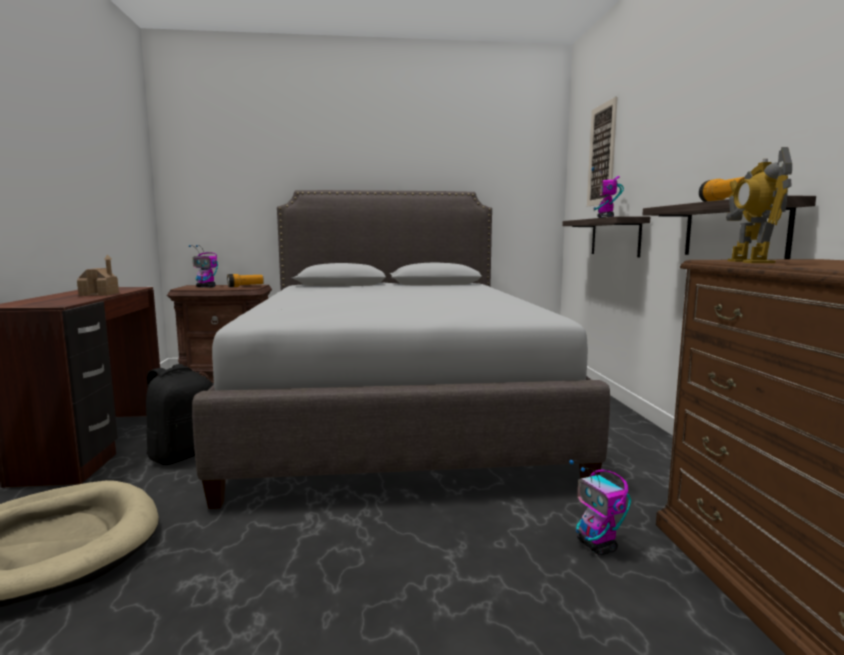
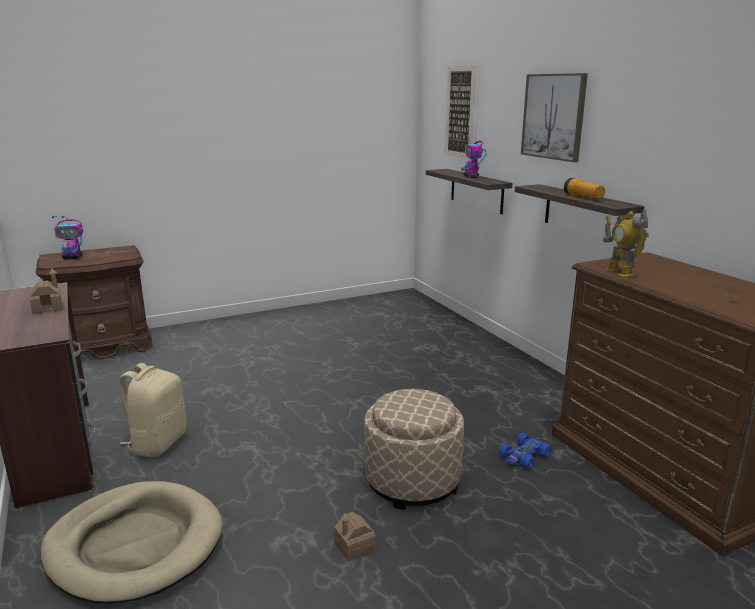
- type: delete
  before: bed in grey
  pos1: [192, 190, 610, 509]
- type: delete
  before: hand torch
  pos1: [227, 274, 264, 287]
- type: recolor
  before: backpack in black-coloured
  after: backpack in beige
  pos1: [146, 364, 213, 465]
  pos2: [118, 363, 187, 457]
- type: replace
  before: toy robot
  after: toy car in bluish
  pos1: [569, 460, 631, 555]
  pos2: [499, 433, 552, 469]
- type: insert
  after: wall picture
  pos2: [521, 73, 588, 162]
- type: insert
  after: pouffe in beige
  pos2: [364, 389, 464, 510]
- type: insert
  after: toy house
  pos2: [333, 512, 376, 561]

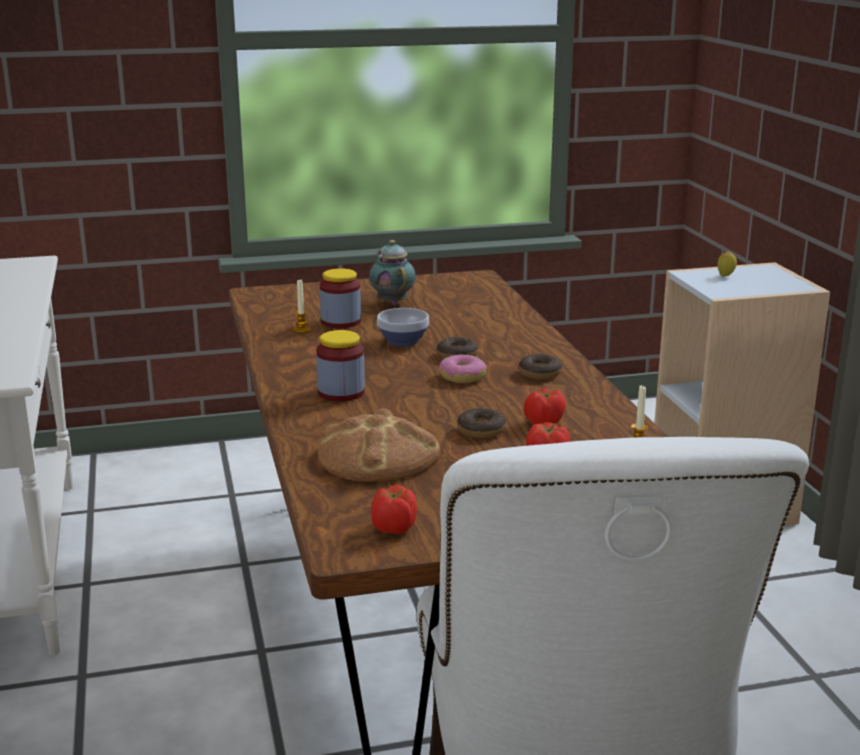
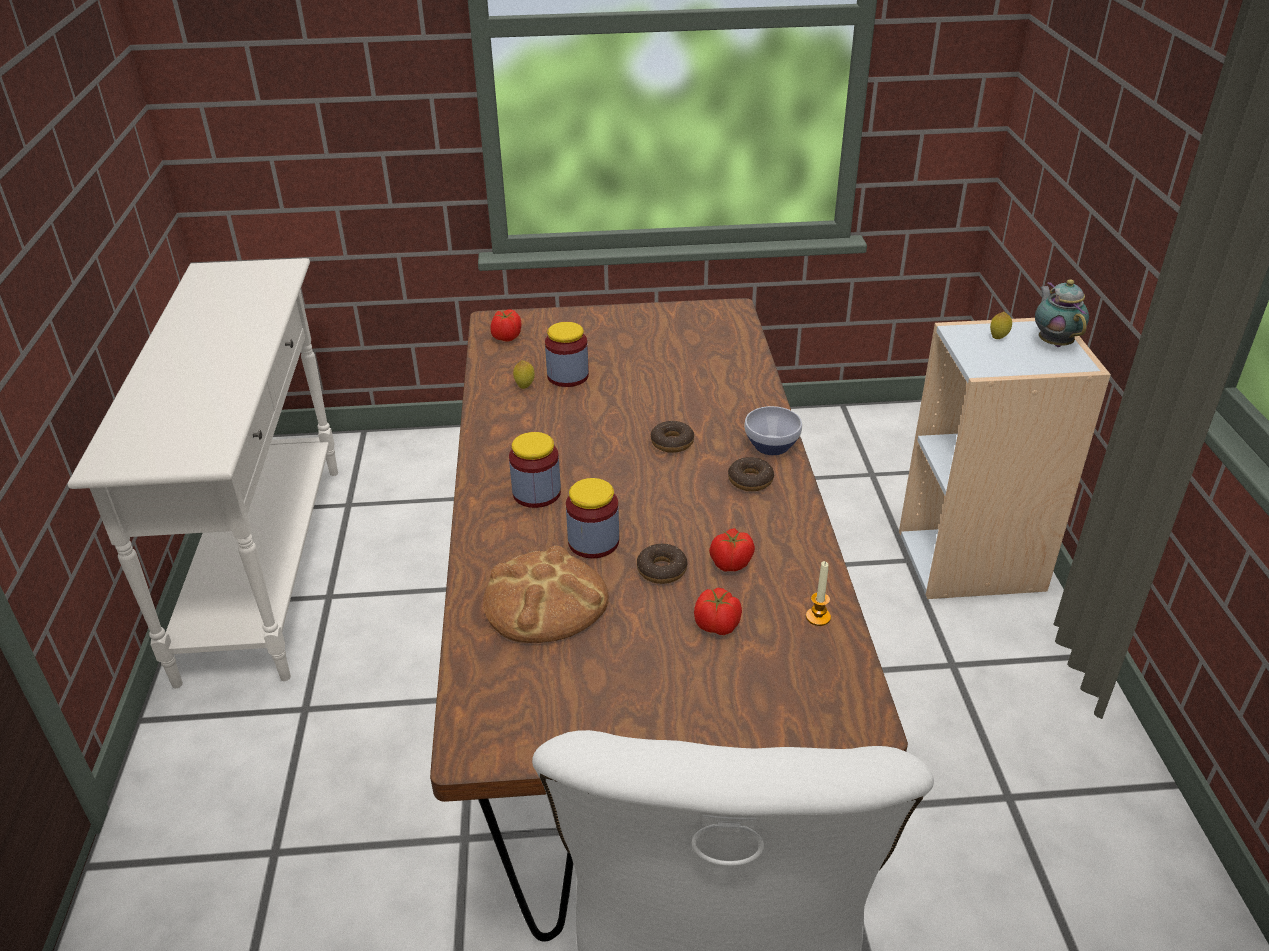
- type: move
  before: pot for tea
  pos1: [369, 240, 416, 305]
  pos2: [1035, 279, 1089, 347]
- type: replace
  before: wax candle
  after: whole lemon
  pos1: [293, 278, 311, 333]
  pos2: [513, 360, 535, 389]
- type: move
  before: deep dish
  pos1: [377, 308, 429, 346]
  pos2: [744, 406, 802, 455]
- type: delete
  before: ring doughnut
  pos1: [439, 355, 487, 383]
- type: move
  before: fresh tomato
  pos1: [371, 485, 417, 534]
  pos2: [490, 310, 522, 342]
- type: insert
  after: jar
  pos2: [566, 478, 619, 558]

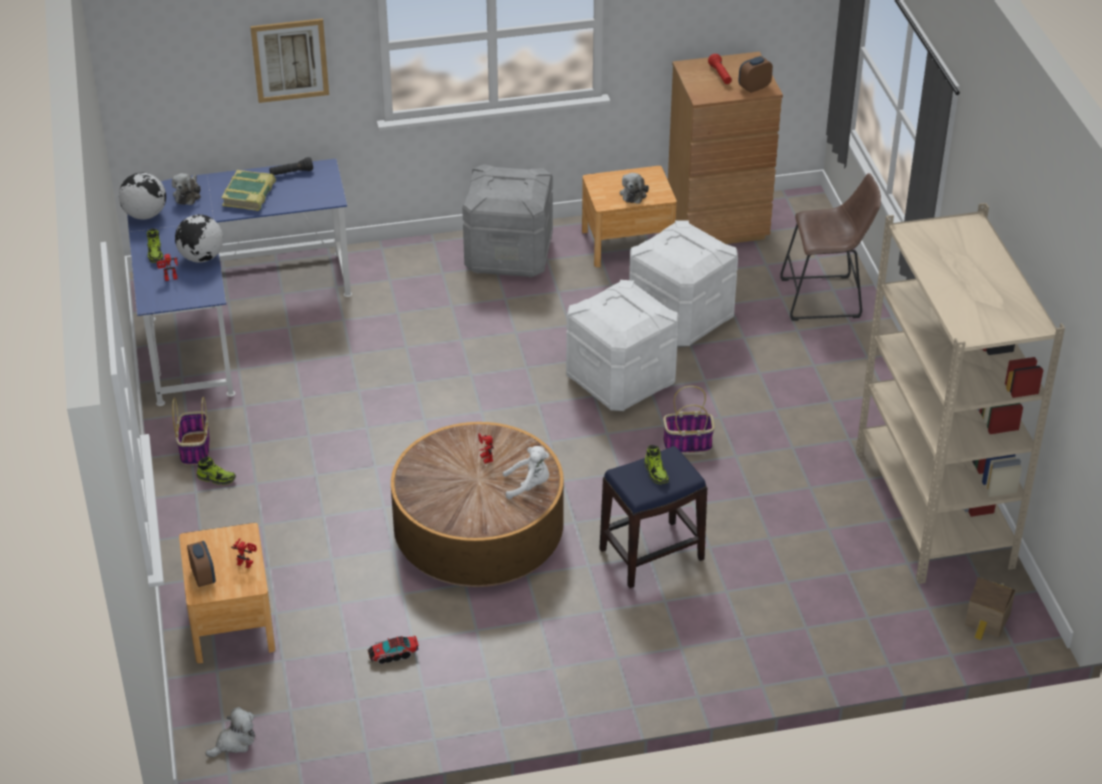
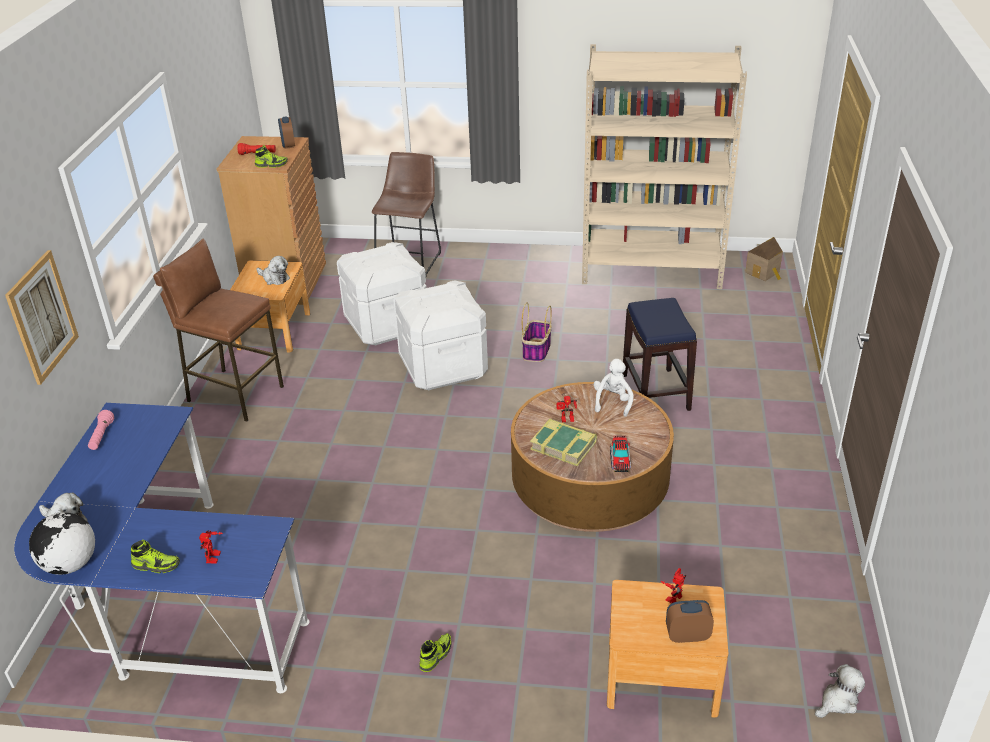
- type: recolor
  before: hand torch in black-coloured
  after: hand torch in pinkish
  pos1: [269, 157, 313, 175]
  pos2: [88, 410, 114, 450]
- type: replace
  before: storage box in grey
  after: stool seat in brownish
  pos1: [462, 164, 553, 278]
  pos2: [153, 239, 284, 422]
- type: move
  before: book
  pos1: [221, 170, 276, 211]
  pos2: [530, 419, 597, 466]
- type: delete
  before: world globe
  pos1: [175, 215, 223, 263]
- type: delete
  before: basket
  pos1: [172, 397, 210, 465]
- type: move
  before: low shoe
  pos1: [644, 445, 669, 484]
  pos2: [255, 145, 288, 168]
- type: move
  before: toy truck
  pos1: [367, 636, 419, 664]
  pos2: [610, 436, 631, 472]
- type: rotate
  before: cuddly toy
  pos1: [205, 707, 255, 757]
  pos2: [815, 664, 865, 718]
  turn: 75

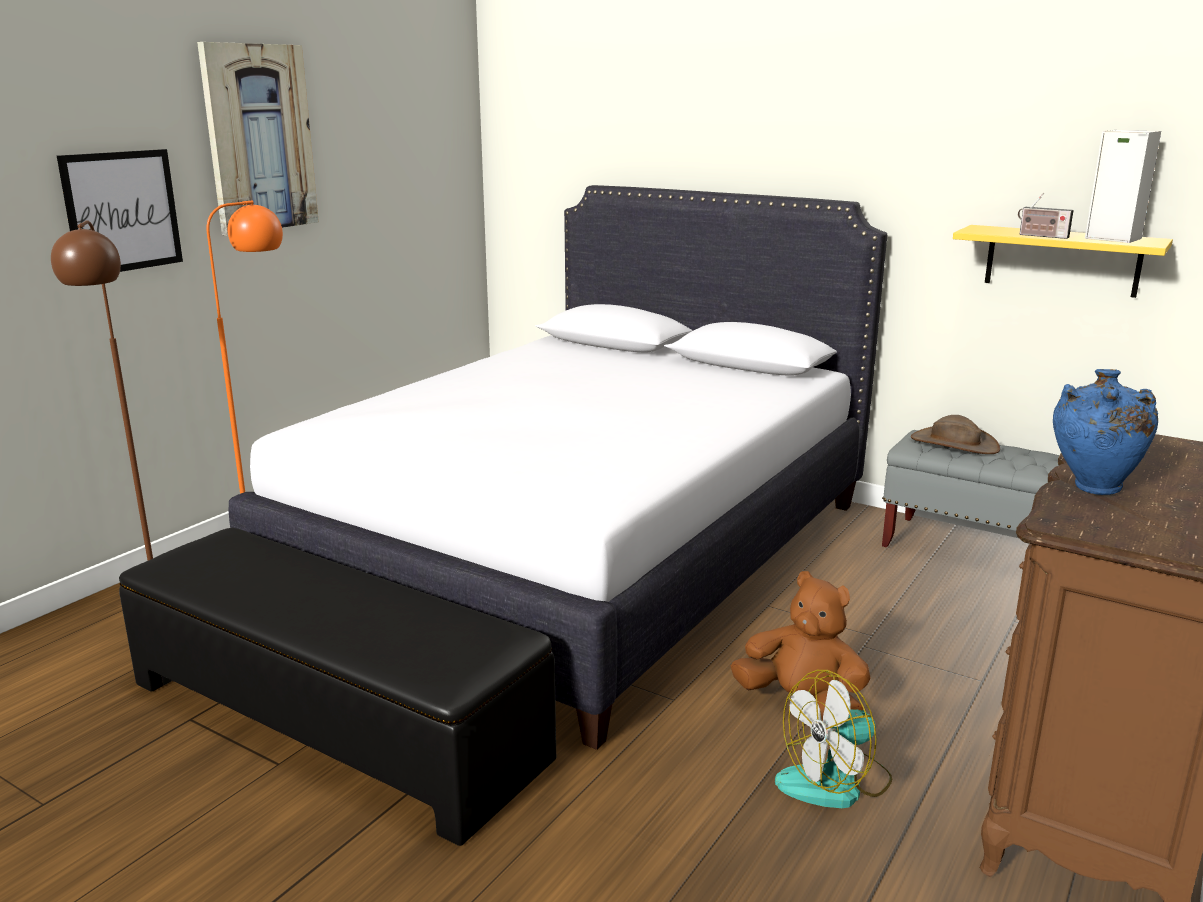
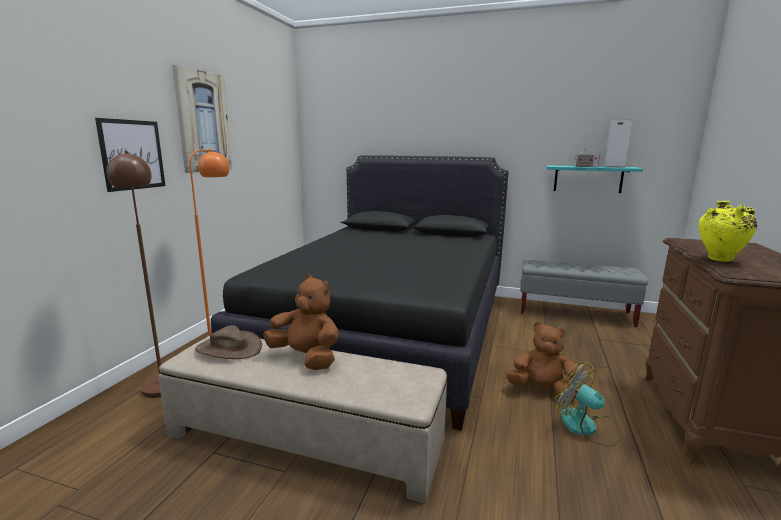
- type: recolor
  before: bed in whitish
  after: bed in black-coloured
  pos1: [229, 185, 887, 750]
  pos2: [211, 155, 509, 431]
- type: recolor
  before: bracket shelf in yellow
  after: bracket shelf in blue-green
  pos1: [953, 225, 1173, 298]
  pos2: [546, 165, 643, 193]
- type: recolor
  before: decorative vase in bluish
  after: decorative vase in yellow
  pos1: [1053, 369, 1158, 495]
  pos2: [699, 201, 757, 262]
- type: move
  before: clothing hat in brownish
  pos1: [911, 415, 1000, 454]
  pos2: [195, 325, 262, 359]
- type: recolor
  before: indoor bench in black-coloured
  after: indoor bench in beige
  pos1: [119, 528, 556, 846]
  pos2: [159, 336, 447, 503]
- type: rotate
  before: electric fan
  pos1: [775, 670, 892, 808]
  pos2: [554, 361, 622, 447]
  turn: 90
- type: insert
  after: cuddly toy in brownish
  pos2: [263, 274, 339, 370]

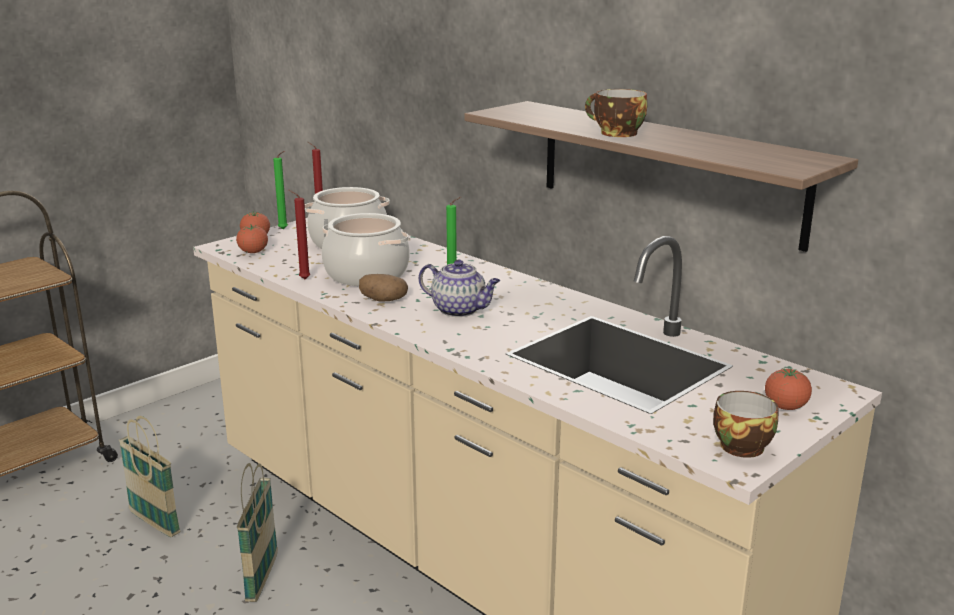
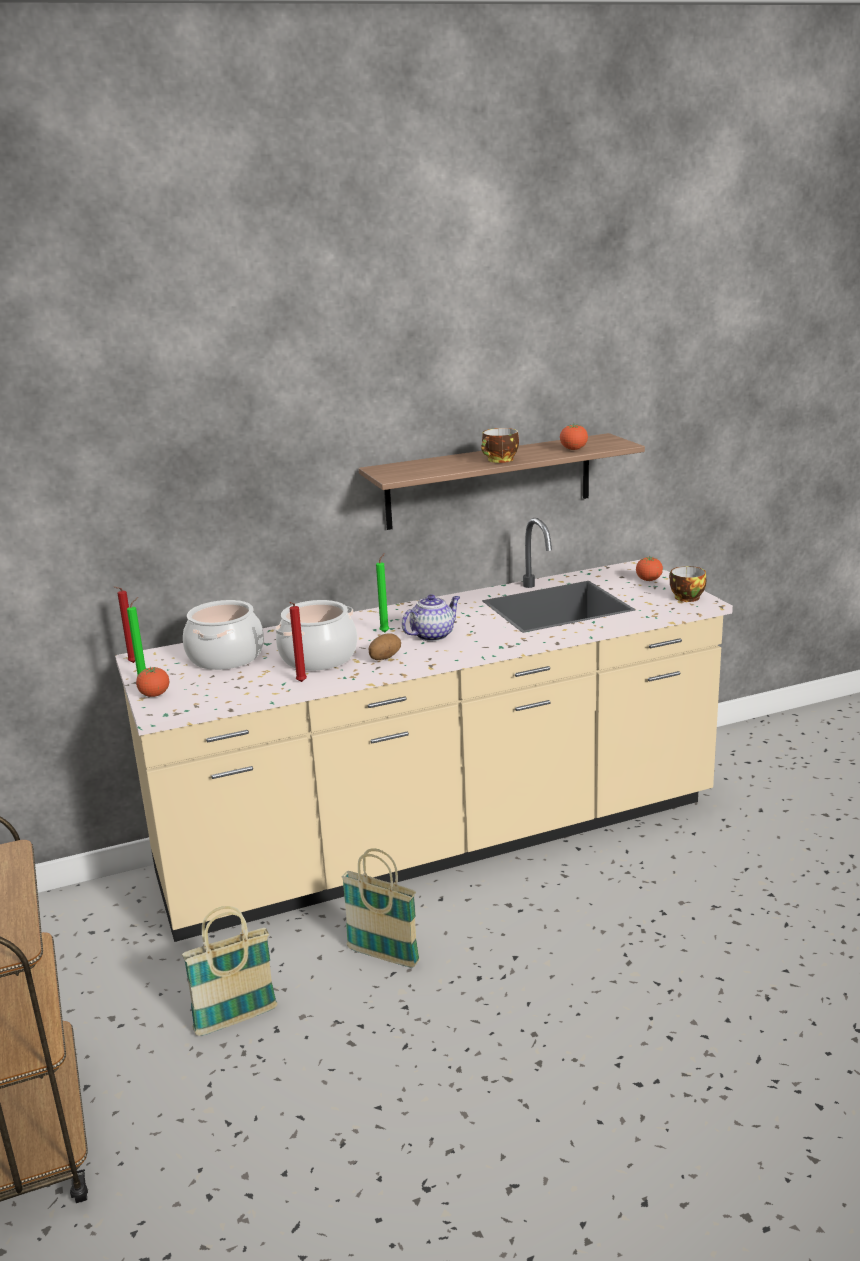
- type: move
  before: fresh tomato
  pos1: [236, 225, 268, 253]
  pos2: [560, 424, 588, 450]

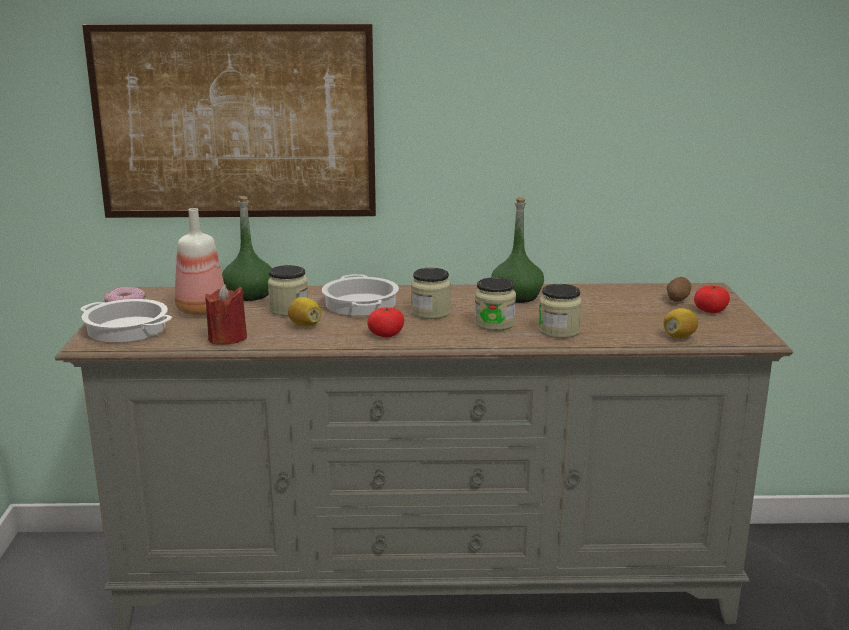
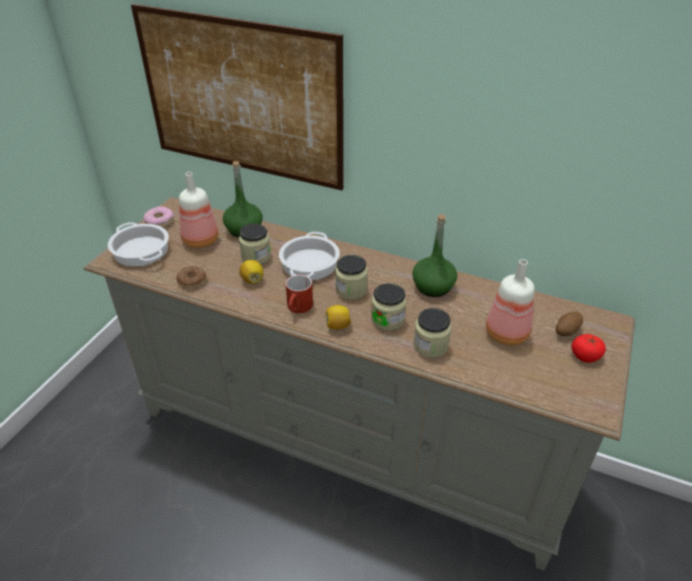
- type: replace
  before: wax candle in reddish
  after: ring doughnut
  pos1: [205, 284, 247, 345]
  pos2: [176, 266, 207, 288]
- type: replace
  before: fresh tomato
  after: mug in reddish
  pos1: [368, 307, 404, 337]
  pos2: [286, 275, 313, 313]
- type: move
  before: whole lemon
  pos1: [664, 308, 698, 338]
  pos2: [326, 305, 352, 329]
- type: insert
  after: beverage bottle
  pos2: [486, 259, 535, 345]

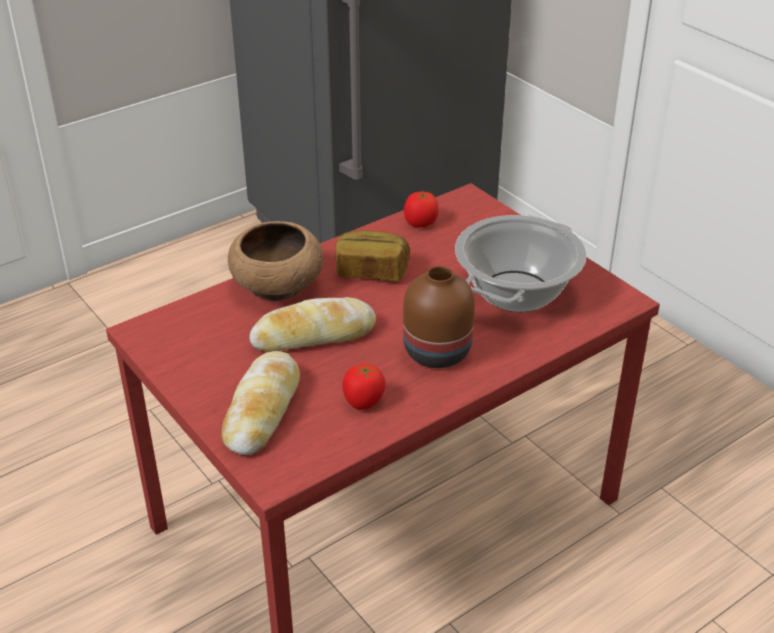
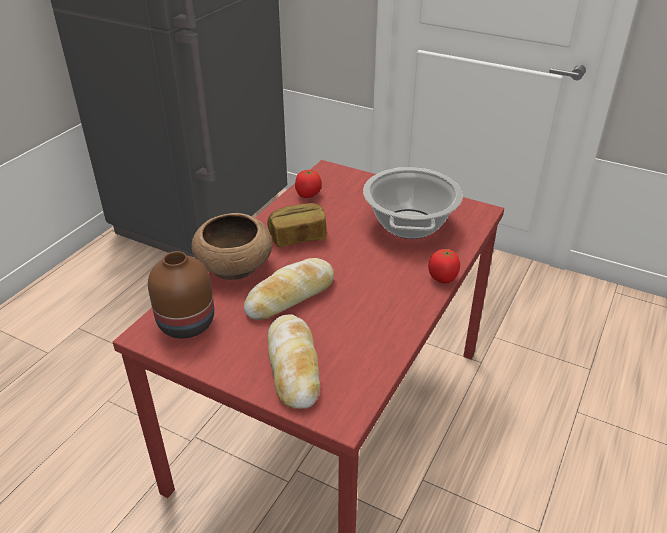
- type: move
  before: decorative vase in brownish
  pos1: [403, 266, 475, 368]
  pos2: [148, 251, 214, 339]
- type: move
  before: fresh tomato
  pos1: [342, 363, 385, 410]
  pos2: [428, 249, 460, 284]

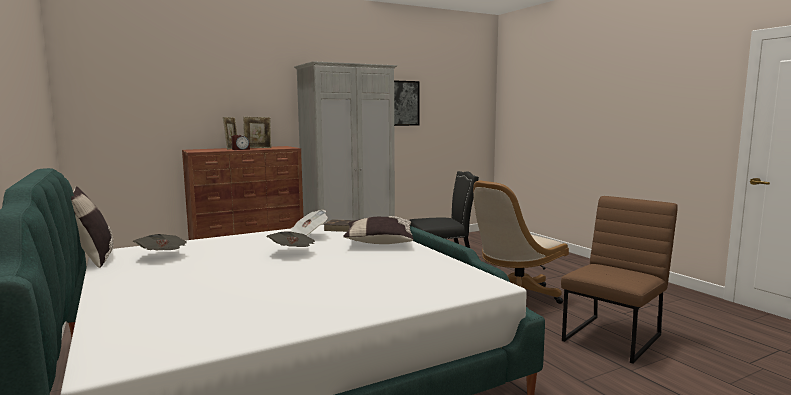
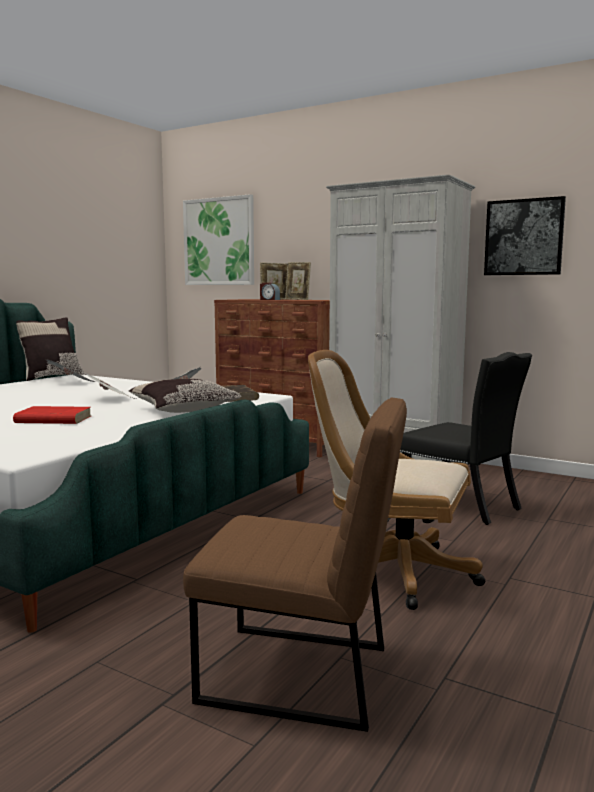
- type: insert
  after: wall picture
  pos2: [183, 194, 254, 285]
- type: insert
  after: book in reddish
  pos2: [13, 406, 91, 424]

